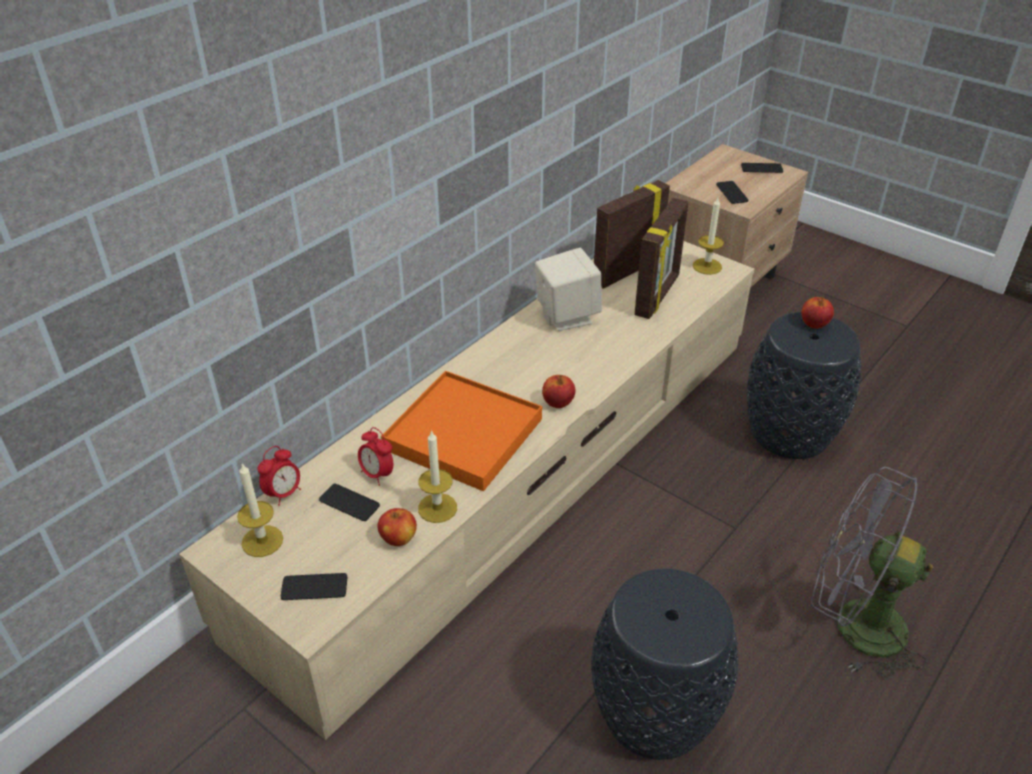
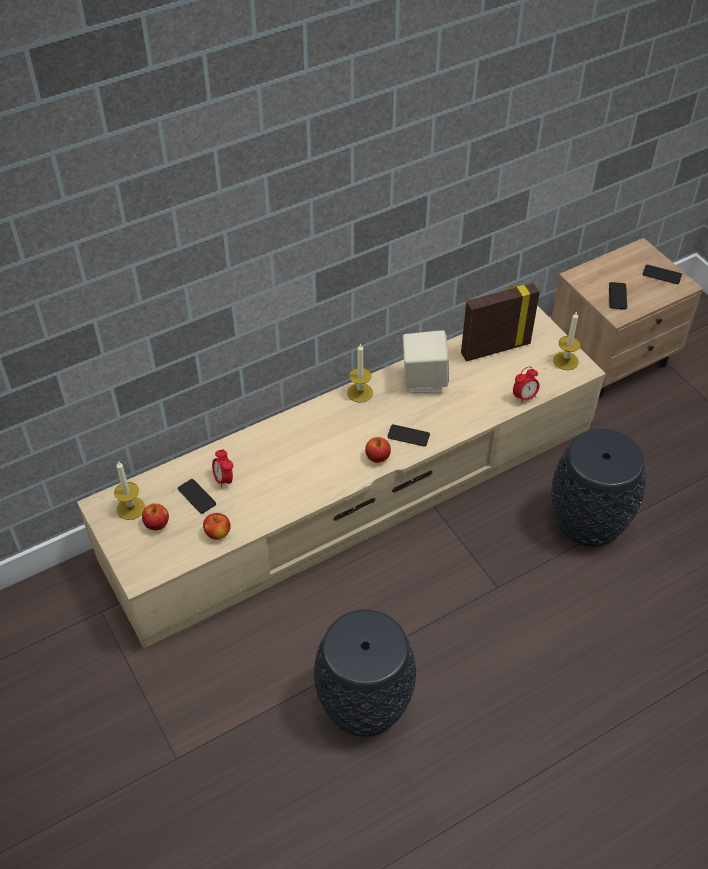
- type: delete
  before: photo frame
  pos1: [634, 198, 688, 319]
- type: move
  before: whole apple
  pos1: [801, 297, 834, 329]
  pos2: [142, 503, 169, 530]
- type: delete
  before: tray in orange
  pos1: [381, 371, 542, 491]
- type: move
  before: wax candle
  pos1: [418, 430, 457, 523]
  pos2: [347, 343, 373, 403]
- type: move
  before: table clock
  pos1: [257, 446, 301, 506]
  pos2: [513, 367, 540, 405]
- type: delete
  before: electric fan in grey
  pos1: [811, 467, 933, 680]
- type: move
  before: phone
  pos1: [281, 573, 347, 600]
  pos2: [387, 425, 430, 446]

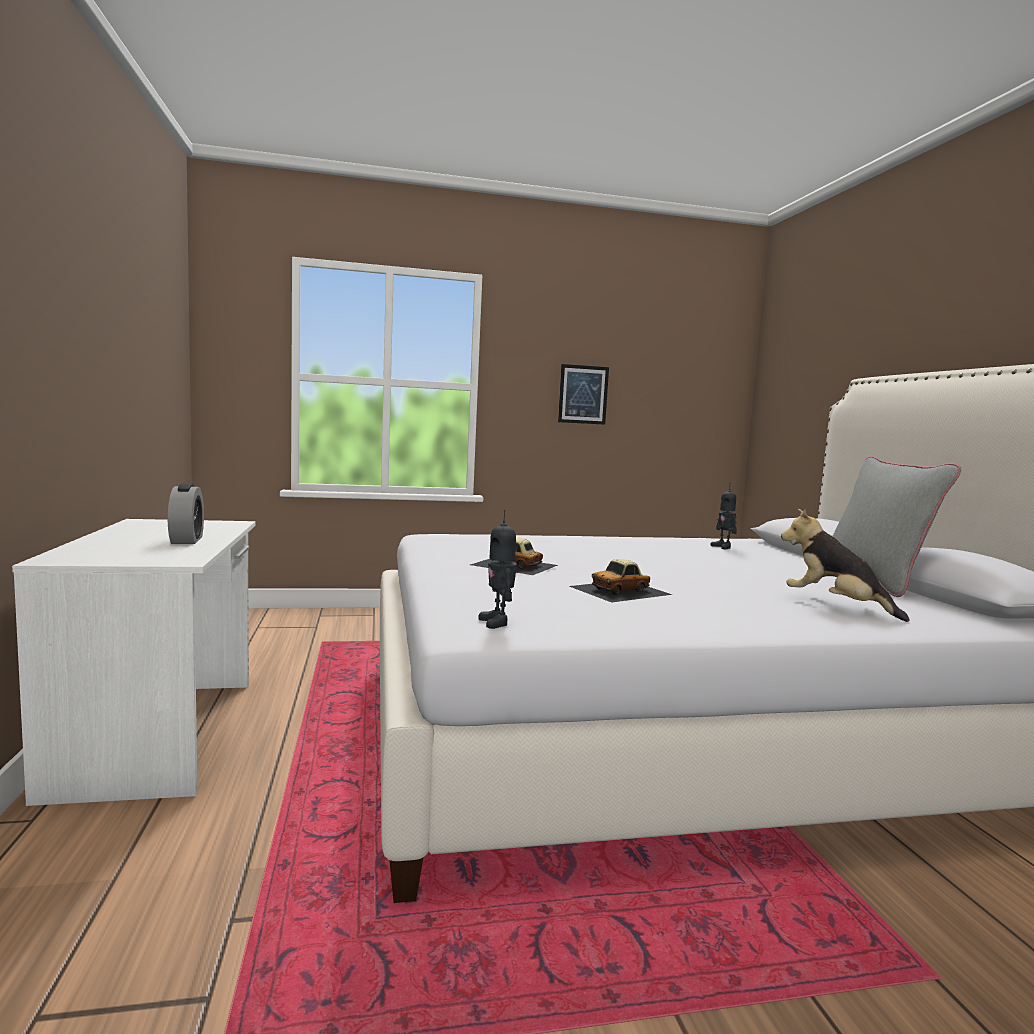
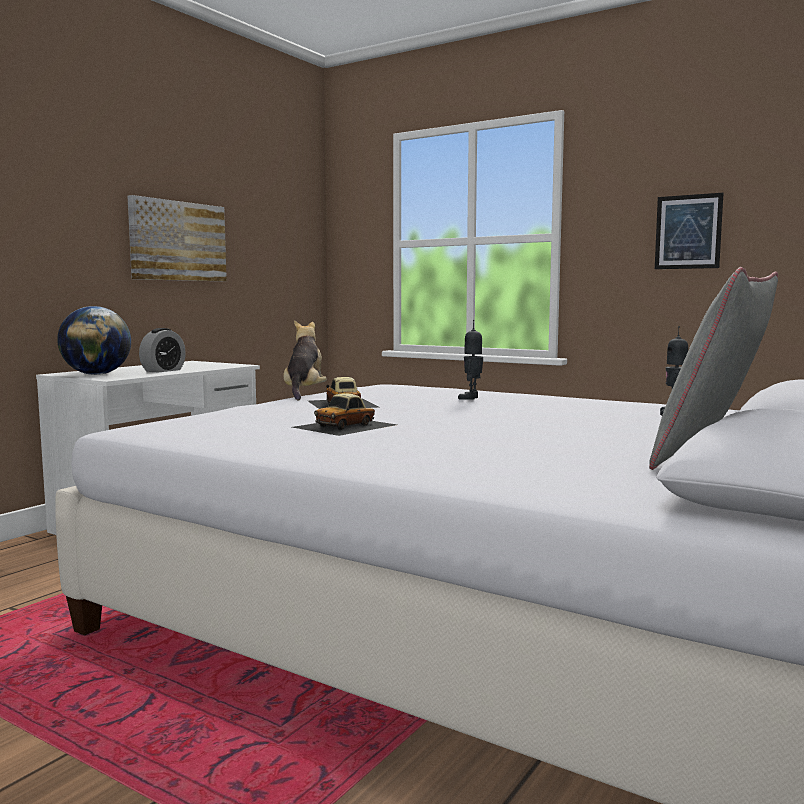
- type: move
  before: cuddly toy
  pos1: [781, 509, 910, 622]
  pos2: [283, 320, 327, 400]
- type: move
  before: toy robot
  pos1: [478, 510, 517, 629]
  pos2: [458, 320, 483, 400]
- type: rotate
  before: toy car
  pos1: [569, 559, 673, 603]
  pos2: [292, 394, 397, 436]
  turn: -60
- type: insert
  after: wall picture
  pos2: [127, 195, 227, 281]
- type: insert
  after: world globe
  pos2: [57, 306, 131, 375]

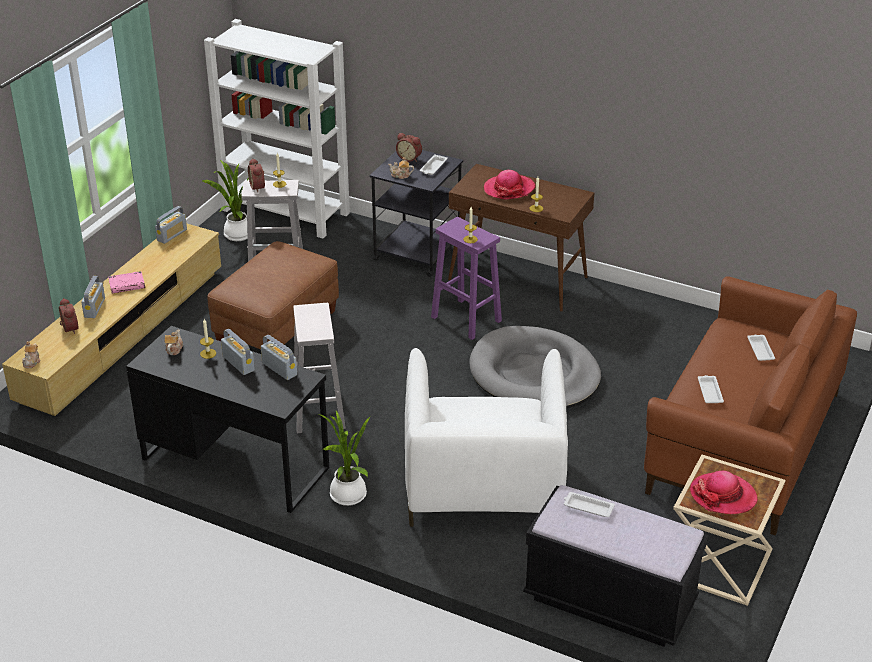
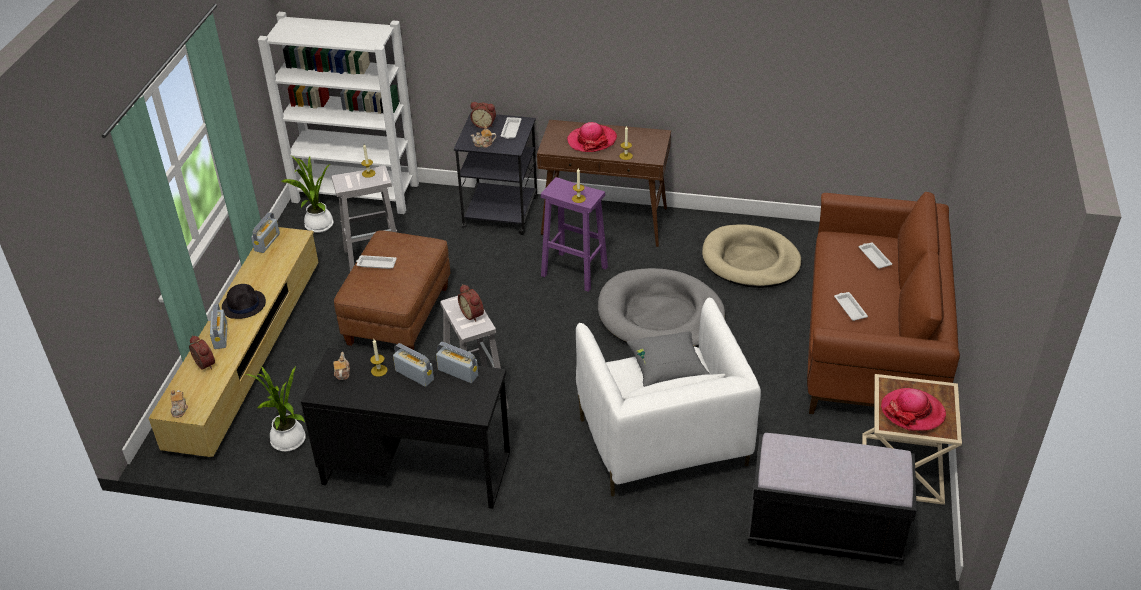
- type: move
  before: table clock
  pos1: [248, 158, 265, 192]
  pos2: [458, 284, 484, 322]
- type: replace
  before: book in pinkish
  after: clothing hat in black-coloured
  pos1: [108, 271, 145, 294]
  pos2: [222, 284, 266, 319]
- type: move
  before: houseplant
  pos1: [319, 411, 371, 506]
  pos2: [246, 366, 306, 452]
- type: move
  before: tray in whitish
  pos1: [564, 492, 615, 517]
  pos2: [356, 255, 397, 269]
- type: insert
  after: dog cushion in beige
  pos2: [702, 225, 802, 288]
- type: insert
  after: pillow in grey
  pos2: [627, 331, 710, 387]

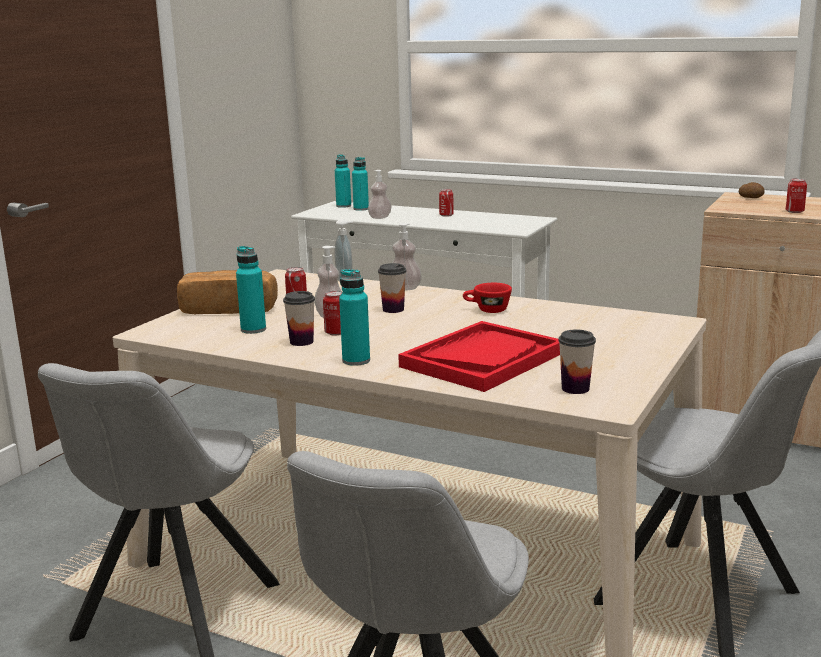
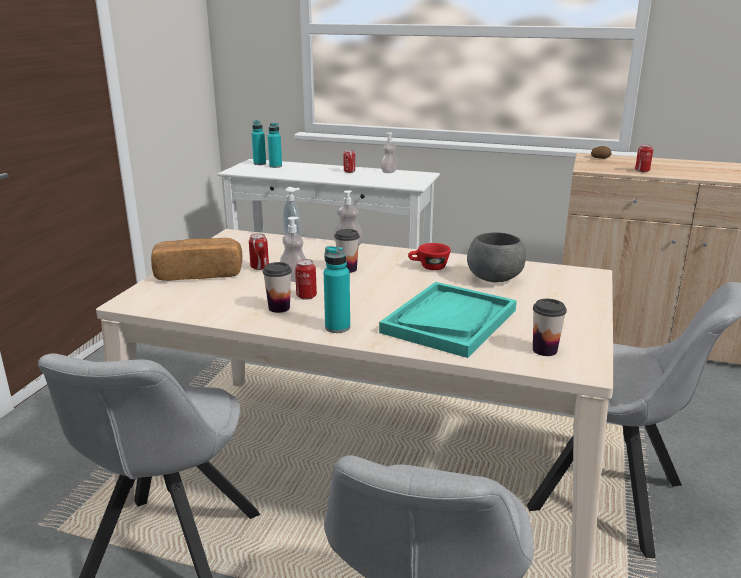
- type: move
  before: soap dispenser
  pos1: [368, 170, 392, 219]
  pos2: [381, 132, 398, 173]
- type: delete
  before: beverage bottle in blue-green
  pos1: [236, 246, 266, 334]
- type: recolor
  before: tray in reddish
  after: tray in blue-green
  pos1: [398, 321, 560, 392]
  pos2: [379, 282, 517, 358]
- type: insert
  after: deep dish in grey
  pos2: [467, 232, 526, 282]

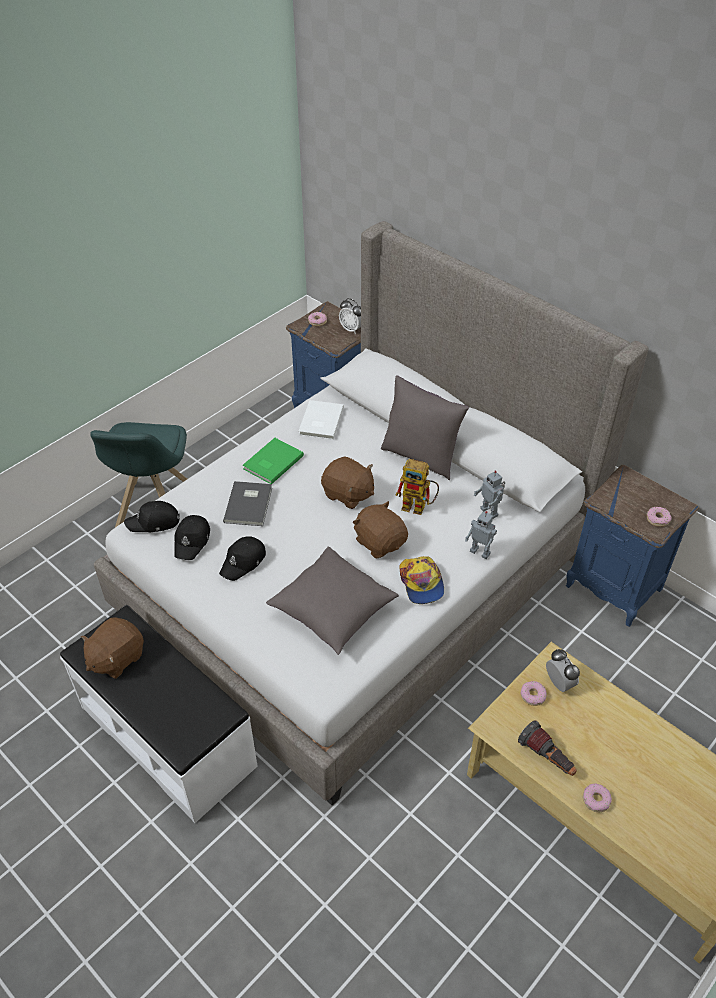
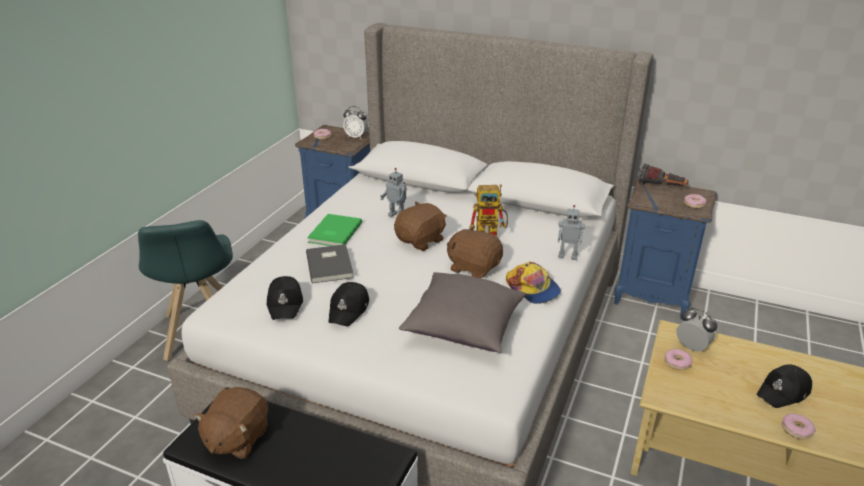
- type: delete
  before: pillow in grey
  pos1: [381, 375, 469, 480]
- type: delete
  before: book in whitish
  pos1: [298, 400, 344, 440]
- type: rotate
  before: cuddly toy in brownish
  pos1: [321, 457, 374, 509]
  pos2: [394, 201, 447, 251]
  turn: -60
- type: move
  before: toy robot
  pos1: [474, 471, 505, 519]
  pos2: [380, 168, 407, 217]
- type: move
  before: baseball cap in black-coloured
  pos1: [124, 501, 180, 532]
  pos2: [756, 364, 812, 408]
- type: move
  before: hand torch
  pos1: [518, 720, 577, 776]
  pos2: [639, 163, 689, 186]

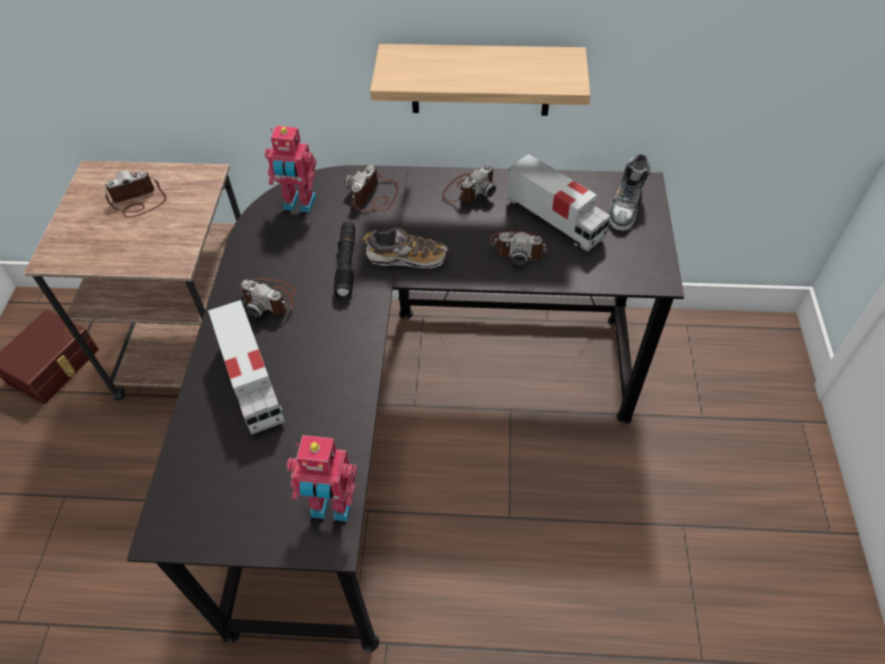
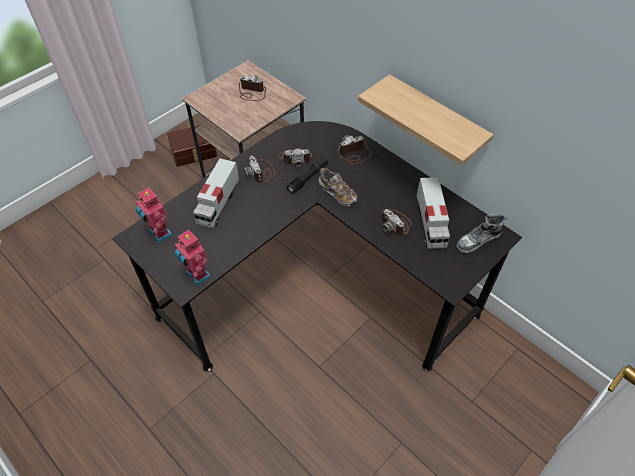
- type: move
  before: toy robot
  pos1: [265, 126, 317, 213]
  pos2: [136, 188, 173, 243]
- type: move
  before: still camera
  pos1: [442, 165, 496, 203]
  pos2: [279, 149, 313, 167]

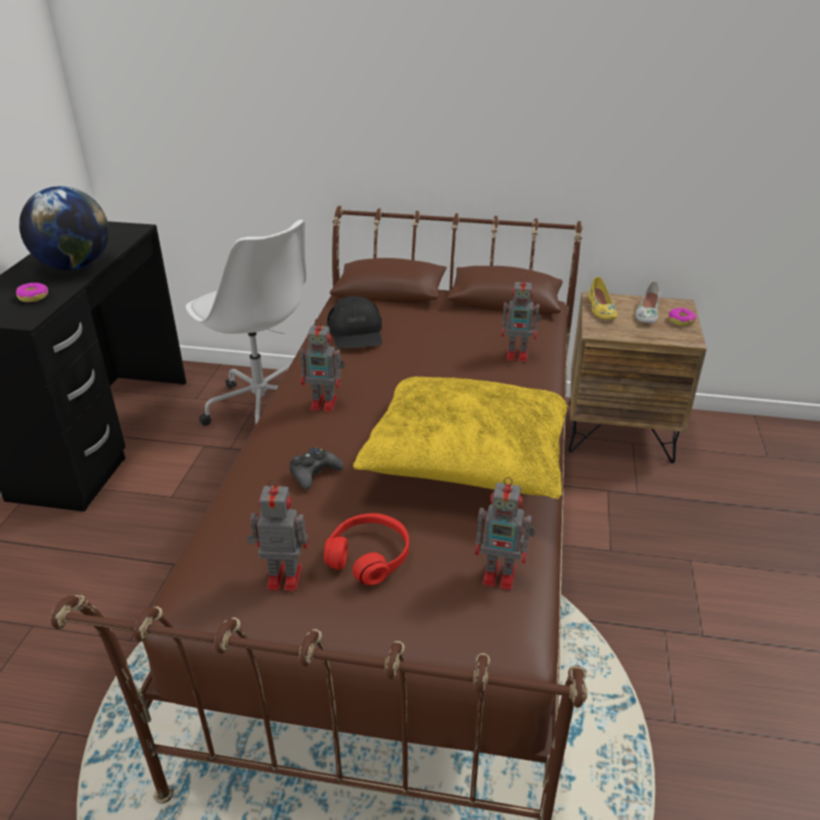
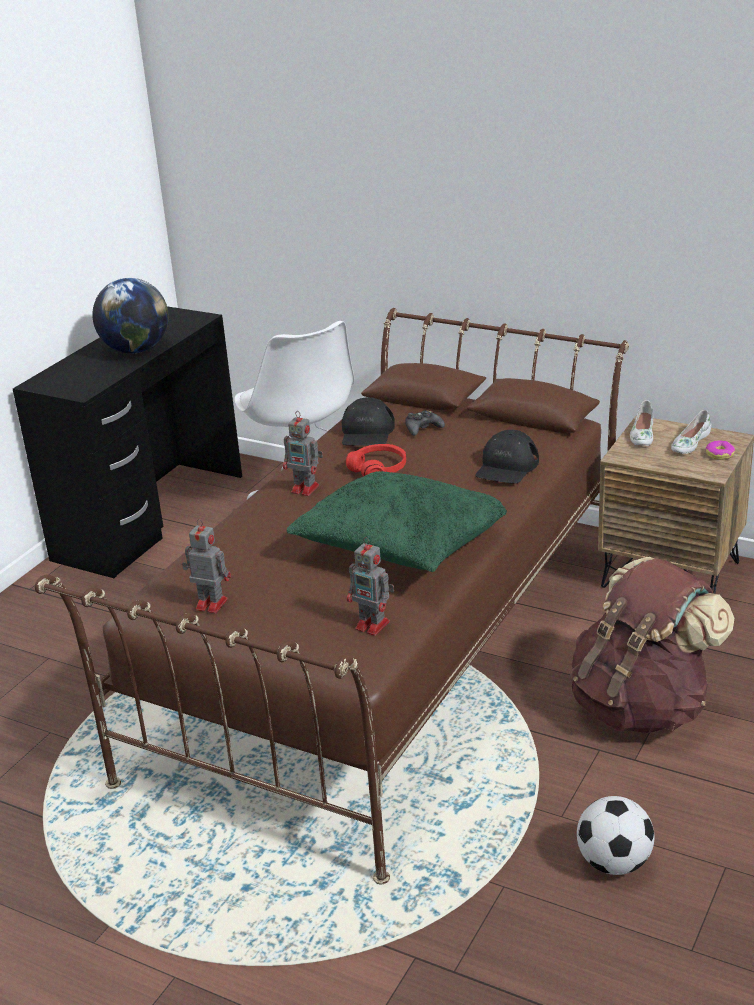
- type: replace
  before: toy robot
  after: baseball cap in black-coloured
  pos1: [501, 275, 542, 362]
  pos2: [475, 430, 539, 484]
- type: recolor
  before: low shoe in yellow
  after: low shoe in whitish
  pos1: [588, 277, 617, 319]
  pos2: [630, 400, 653, 446]
- type: delete
  before: ring doughnut
  pos1: [16, 283, 49, 302]
- type: recolor
  before: pillow in yellow
  after: pillow in greenish
  pos1: [353, 376, 568, 499]
  pos2: [286, 471, 507, 572]
- type: move
  before: game controller in black-coloured
  pos1: [290, 447, 344, 490]
  pos2: [405, 410, 445, 436]
- type: move
  before: pair of headphones in reddish
  pos1: [324, 513, 409, 585]
  pos2: [346, 444, 406, 476]
- type: insert
  after: backpack in brownish
  pos2: [571, 557, 734, 733]
- type: insert
  after: football ball
  pos2: [577, 796, 654, 875]

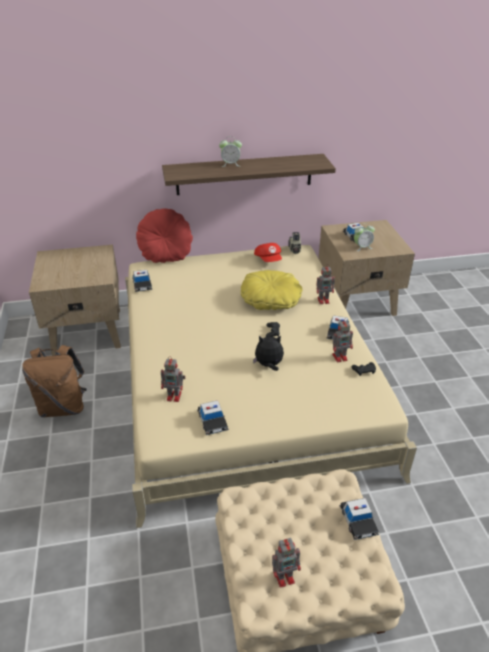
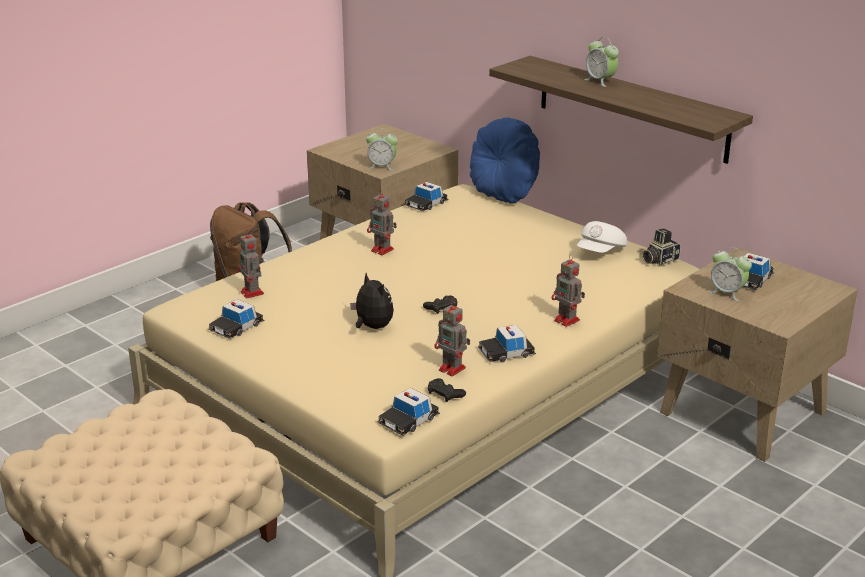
- type: recolor
  before: pillow in reddish
  after: pillow in bluish
  pos1: [136, 208, 193, 263]
  pos2: [470, 118, 540, 204]
- type: recolor
  before: baseball cap in reddish
  after: baseball cap in whitish
  pos1: [254, 243, 282, 262]
  pos2: [577, 221, 627, 253]
- type: delete
  before: pillow in yellow
  pos1: [241, 270, 302, 310]
- type: move
  before: toy car
  pos1: [339, 498, 379, 540]
  pos2: [377, 388, 440, 436]
- type: move
  before: toy robot
  pos1: [272, 538, 301, 588]
  pos2: [367, 191, 397, 255]
- type: insert
  after: table clock
  pos2: [366, 129, 398, 171]

